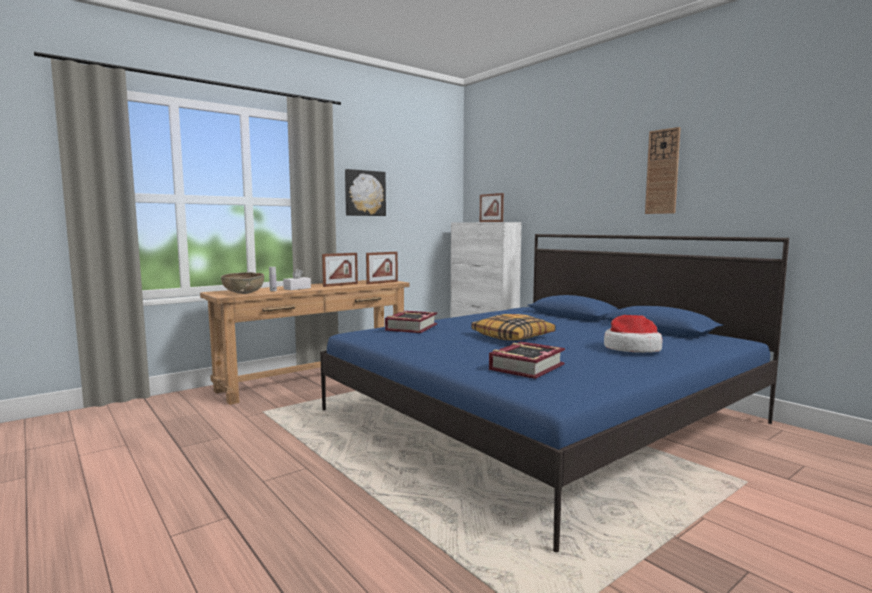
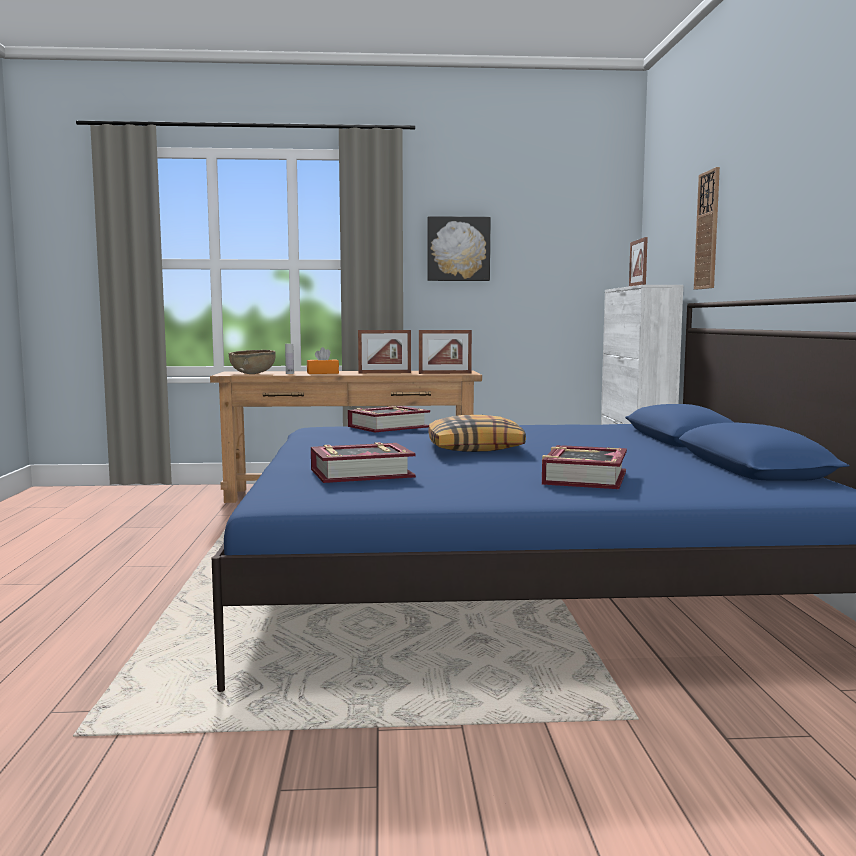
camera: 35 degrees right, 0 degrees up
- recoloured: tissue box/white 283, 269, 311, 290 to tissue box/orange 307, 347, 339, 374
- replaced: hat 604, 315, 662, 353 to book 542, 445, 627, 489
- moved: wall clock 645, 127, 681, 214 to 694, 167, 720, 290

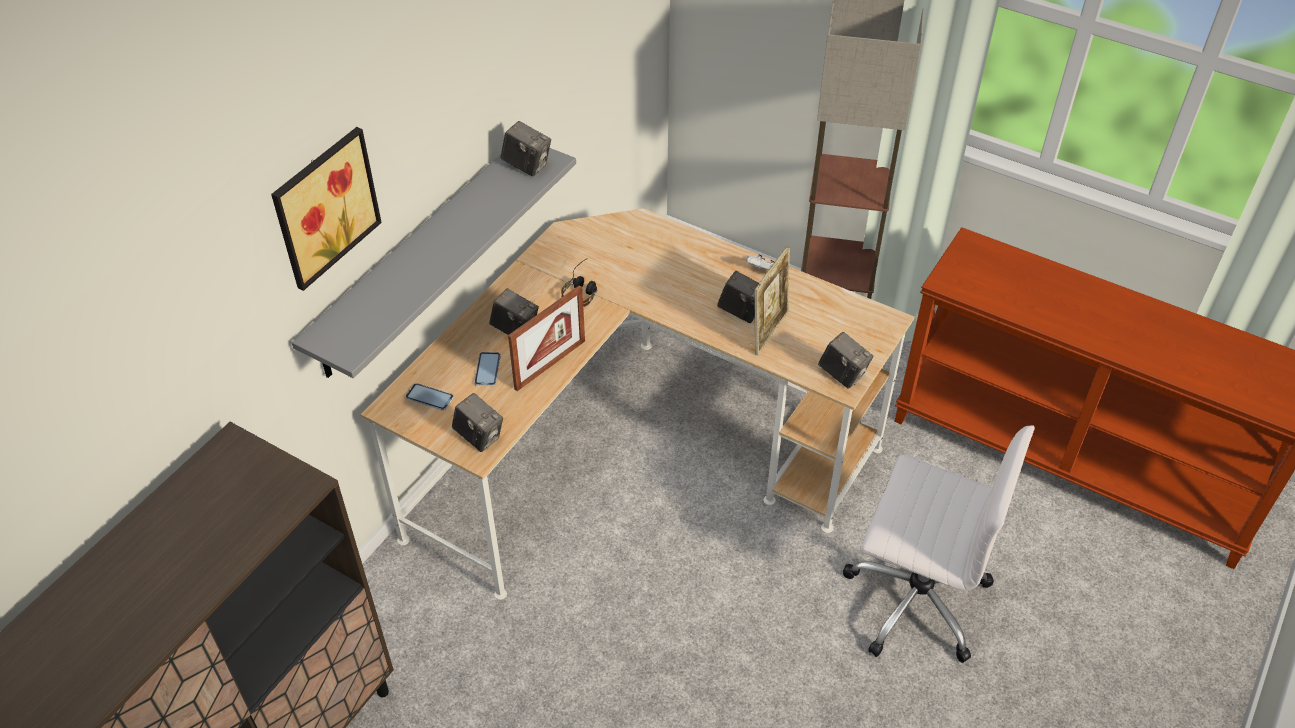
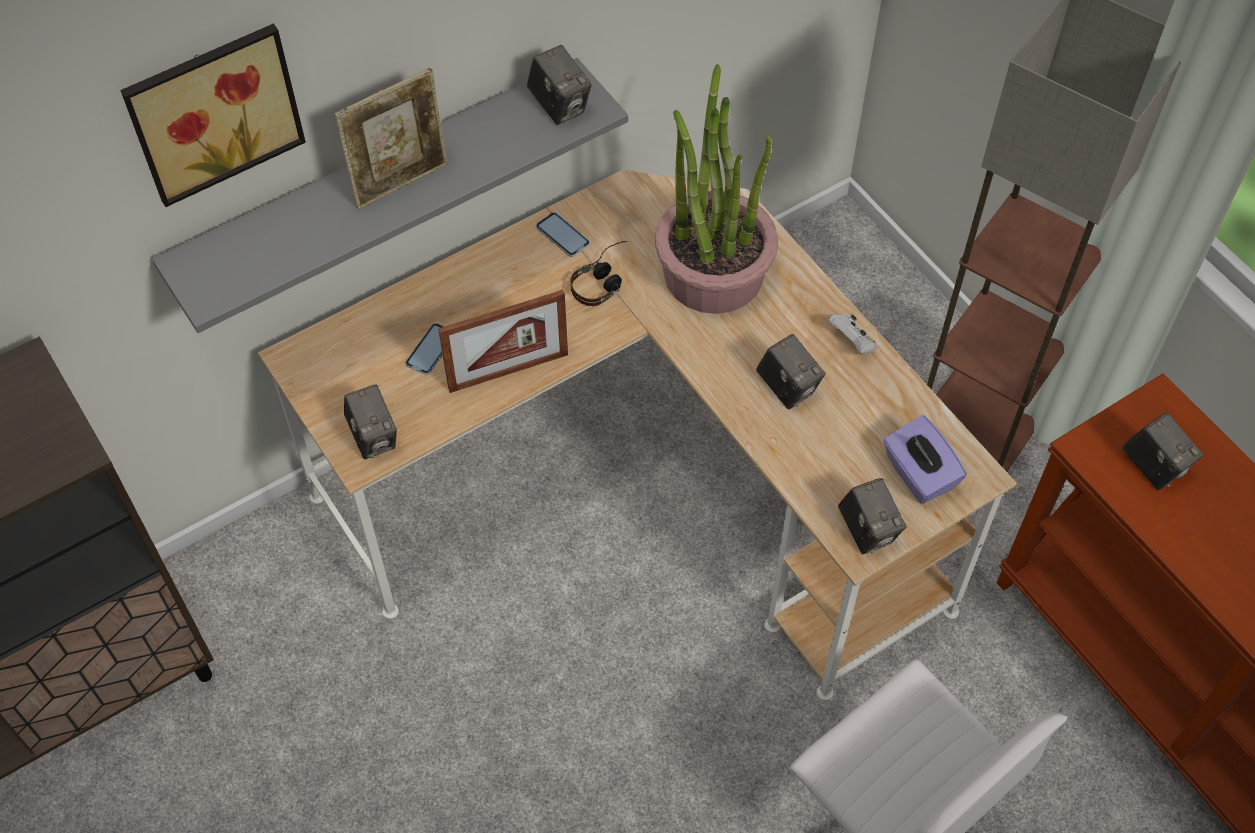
camera: 25 degrees right, 10 degrees up
- moved: picture frame 754, 246, 790, 355 to 334, 68, 448, 210
- moved: phone 405, 383, 454, 411 to 536, 212, 590, 257
- added: potted plant 655, 64, 778, 314
- added: tissue box/purple 883, 415, 967, 504
- moved: photo camera 489, 288, 539, 335 to 1122, 413, 1203, 490

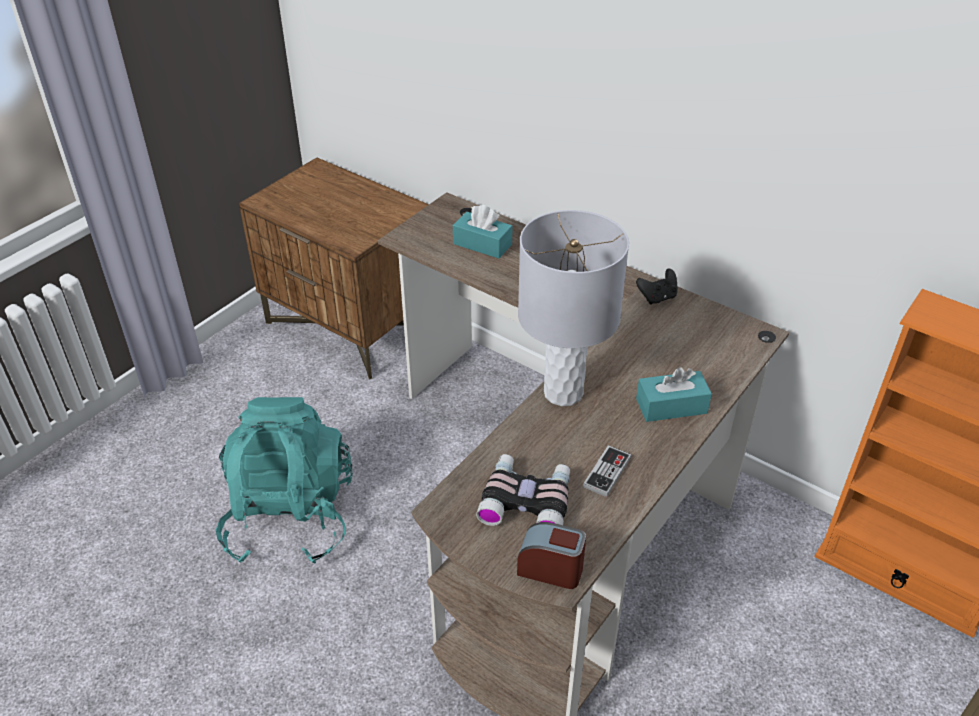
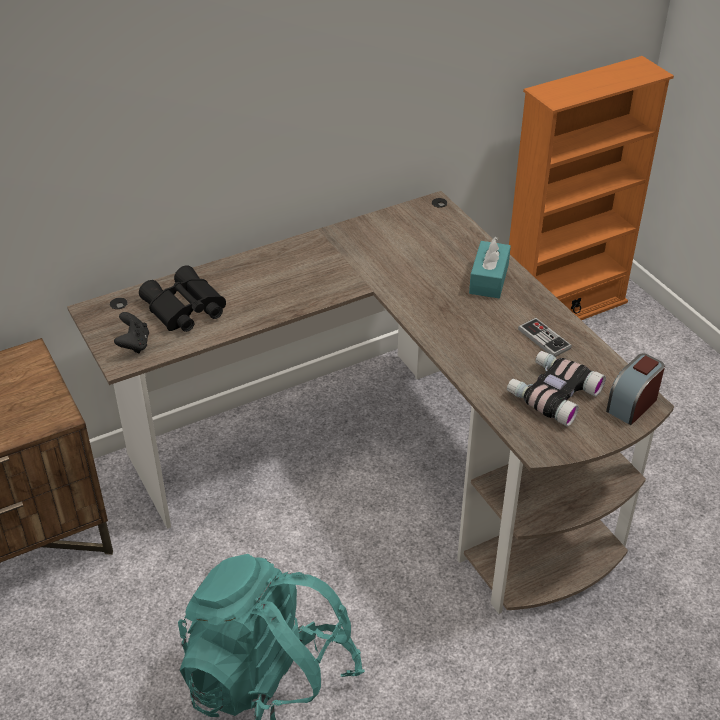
camera: 65 degrees left, 0 degrees up
- moved: game controller/black 636, 268, 677, 305 to 114, 312, 149, 353
- replaced: tissue box/turquoise 453, 205, 513, 258 to binoculars/black 139, 265, 226, 332
- removed: table lamp/grey 518, 210, 629, 406

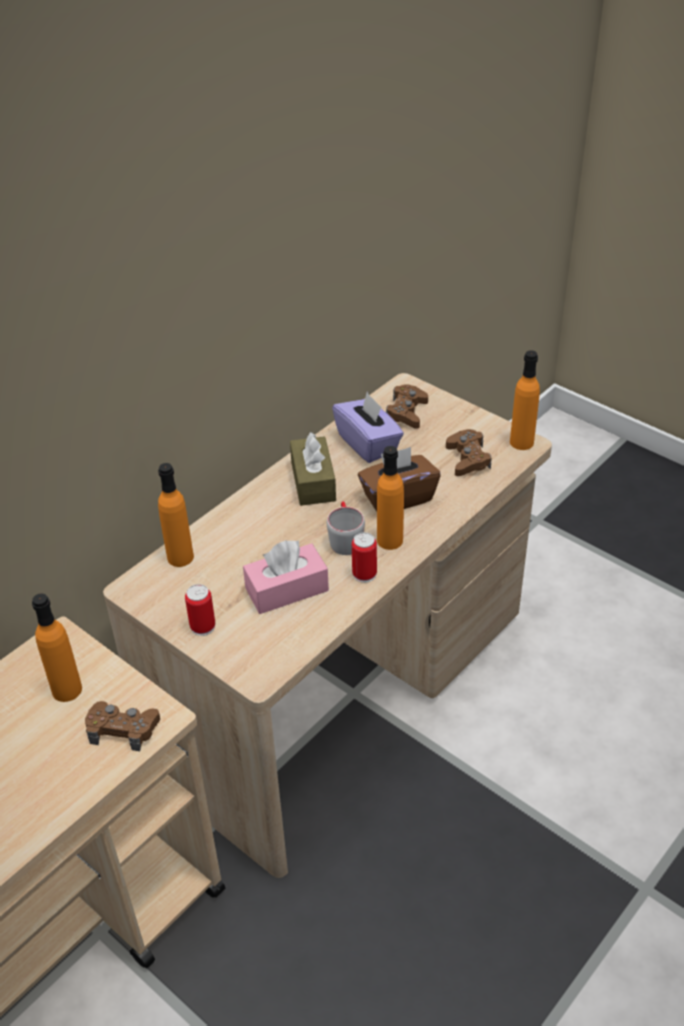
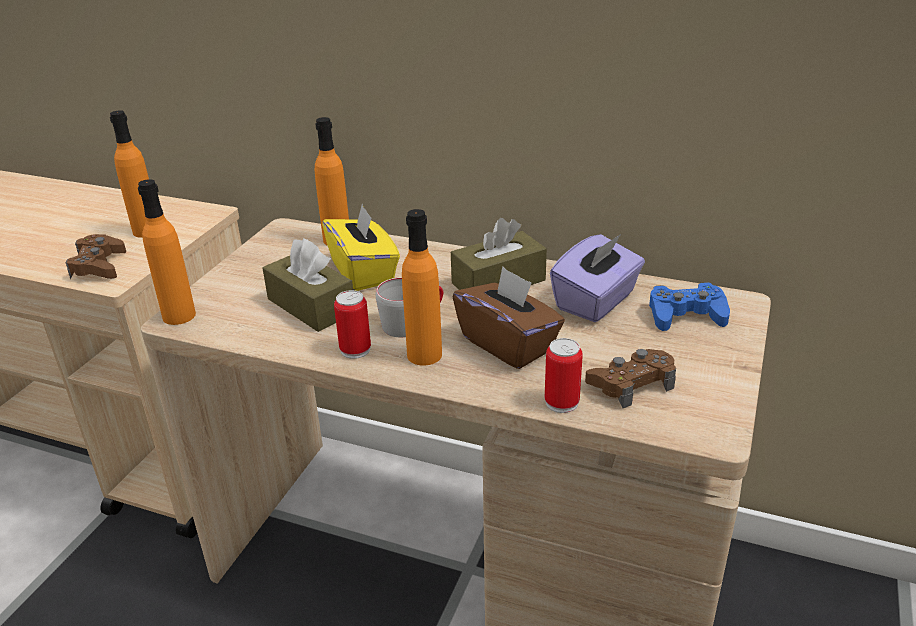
camera: 70 degrees right, 10 degrees down
- moved: bottle/orange 510, 350, 540, 450 to 138, 179, 196, 325
- recoloured: tissue box/pink 243, 540, 329, 614 to tissue box/brown 263, 238, 353, 332
- added: tissue box/yellow 322, 204, 400, 291
- moved: can 185, 584, 215, 636 to 545, 338, 583, 413
- recoloured: game controller/brown 386, 384, 428, 429 to game controller/blue 649, 282, 730, 331

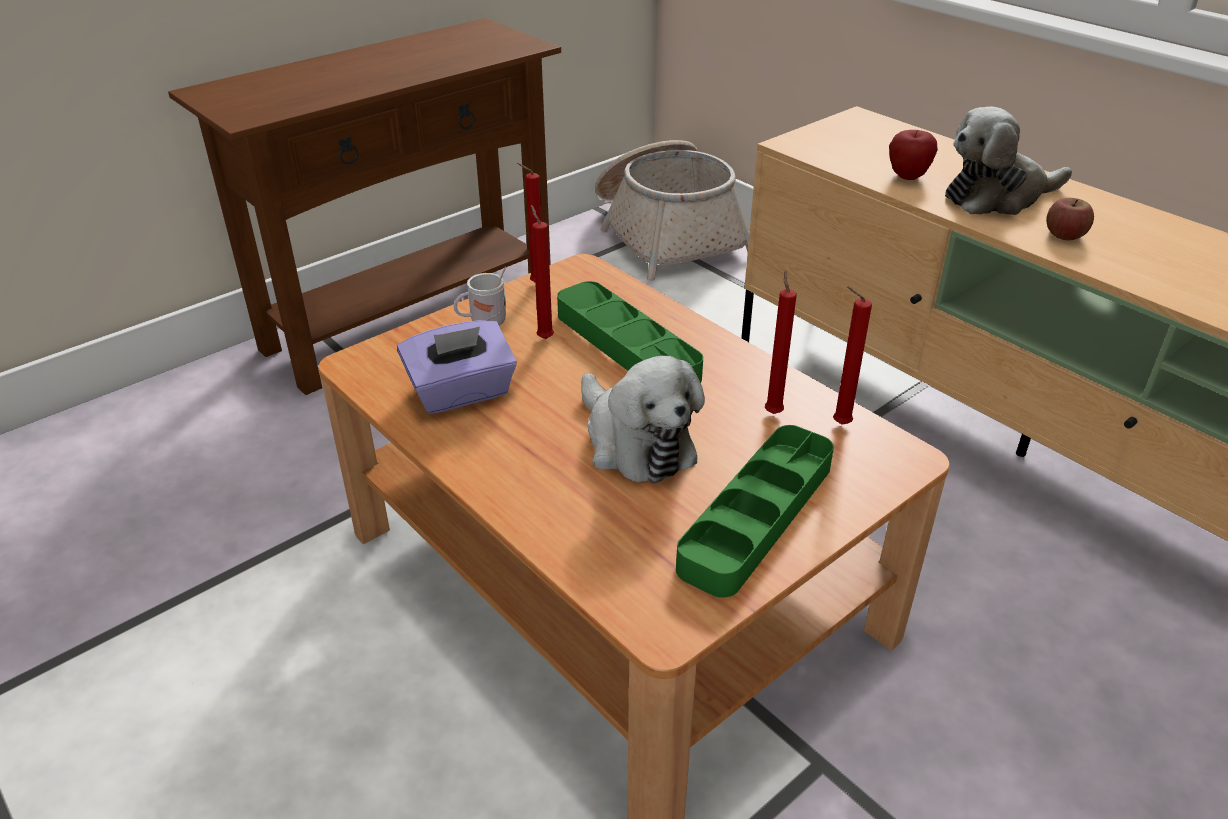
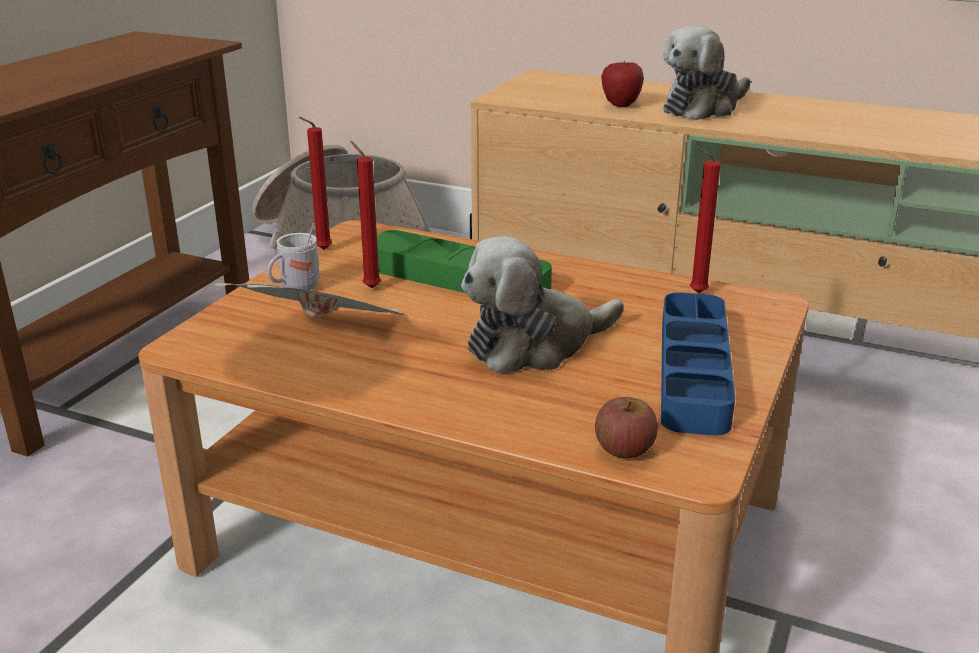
camera: 25 degrees left, 10 degrees down
- replaced: tissue box/purple 397, 320, 517, 414 to newspaper 214, 283, 407, 318
- turned: plush toy 581, 356, 705, 484 = 461, 236, 624, 374 120 degrees clockwise
- moved: apple 1046, 198, 1094, 240 to 595, 397, 658, 459
- recoloured: tray/green 676, 425, 834, 598 to tray/blue 661, 292, 735, 436
- removed: candle/red 765, 270, 797, 414

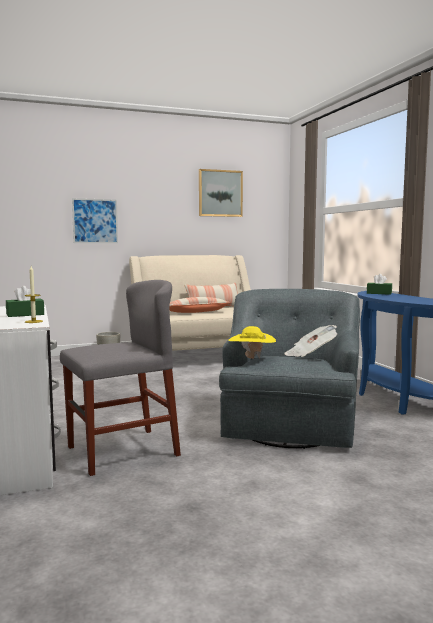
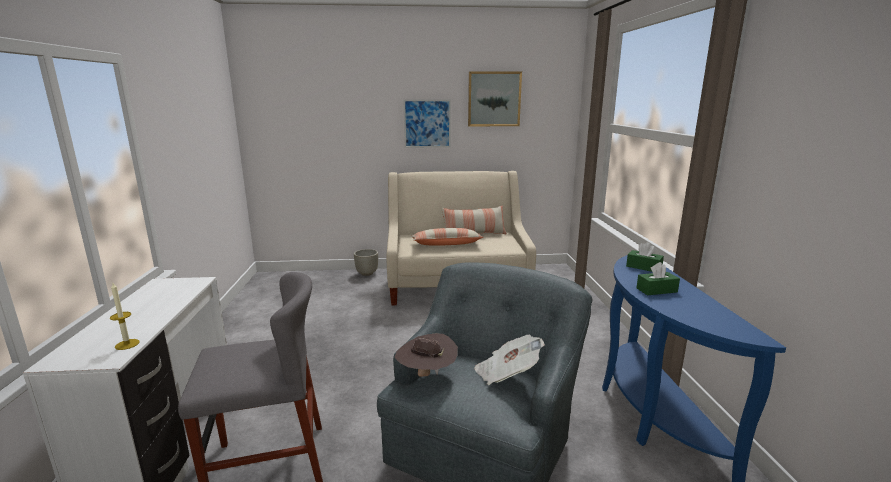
camera: 15 degrees right, 10 degrees up
- recoloured: hat/yellow 228, 326, 276, 359 to hat/brown 395, 334, 458, 377
- moved: picture 72, 198, 118, 243 to 403, 100, 451, 148
- moved: tissue box/green 6, 286, 44, 317 to 636, 262, 680, 295

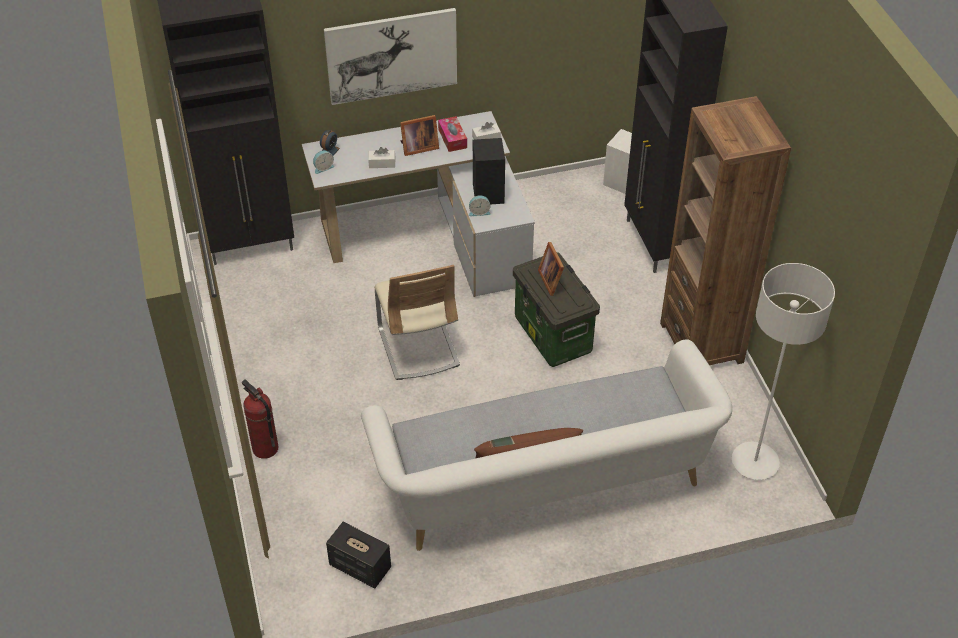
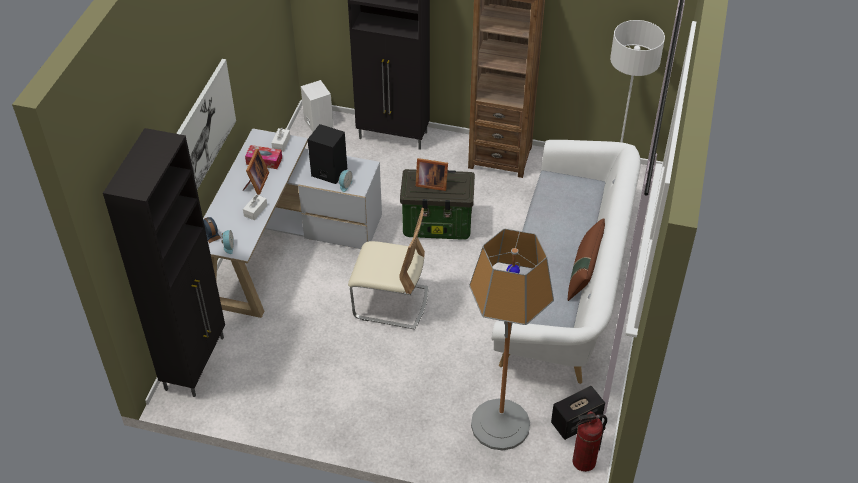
camera: 60 degrees left, 0 degrees up
- added: floor lamp 469, 229, 554, 451
- moved: fire extinguisher 242, 380, 278, 459 to 572, 411, 607, 472

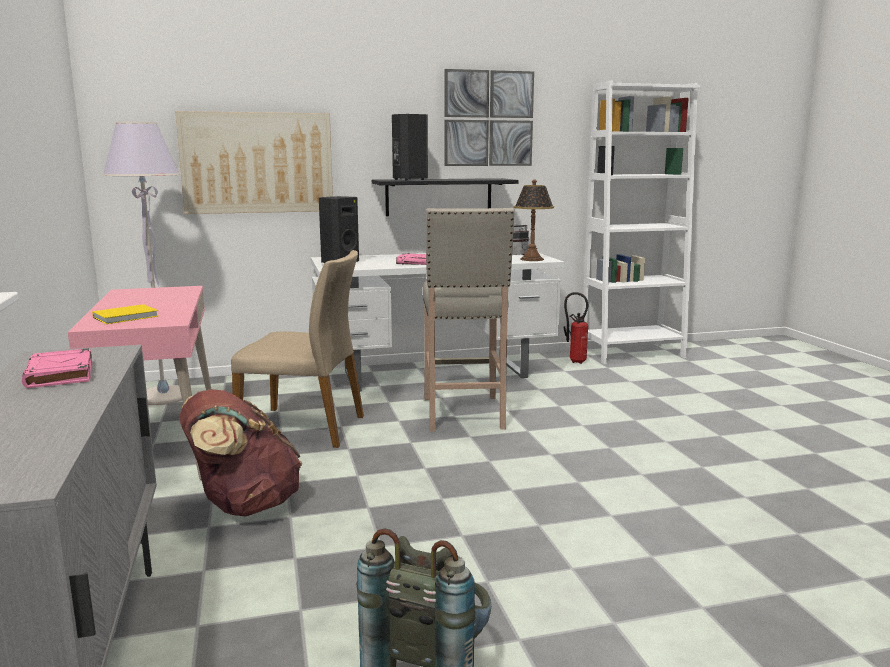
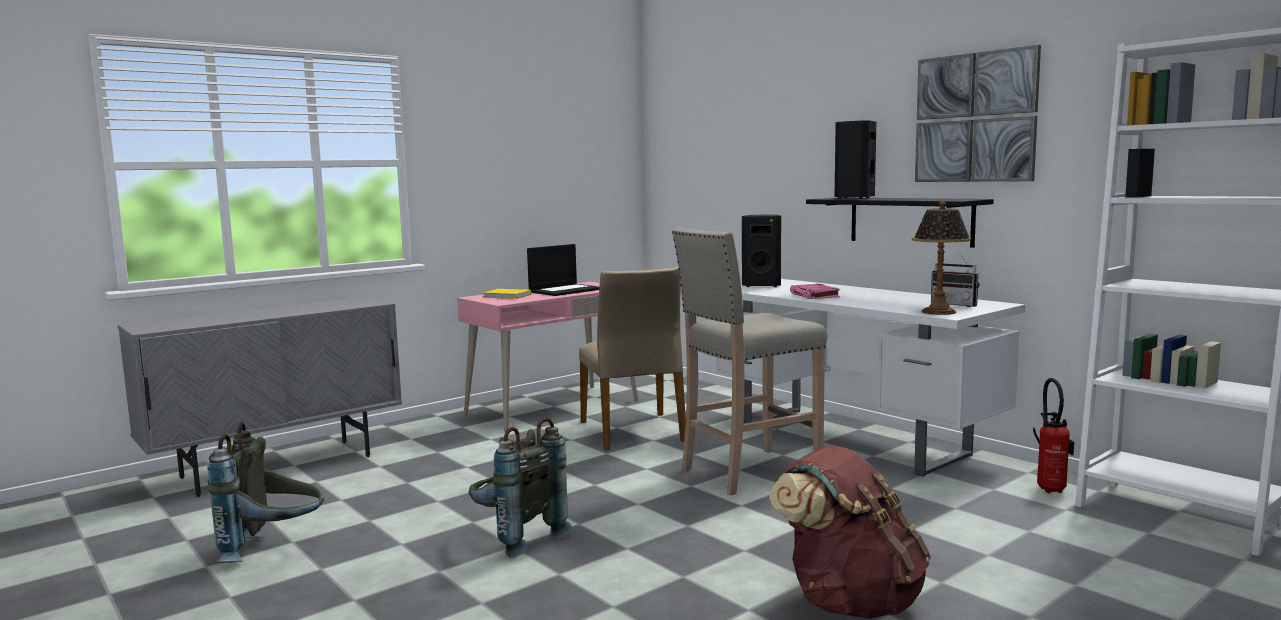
camera: 65 degrees right, 5 degrees down
- added: backpack/grey 468, 418, 572, 558
- added: laptop 527, 244, 599, 296
- moved: backpack/brown 179, 389, 302, 517 to 769, 445, 931, 619
- removed: book/pink 22, 348, 92, 388
- removed: floor lamp/grey 102, 121, 182, 405
- removed: picture 176, 111, 333, 214

